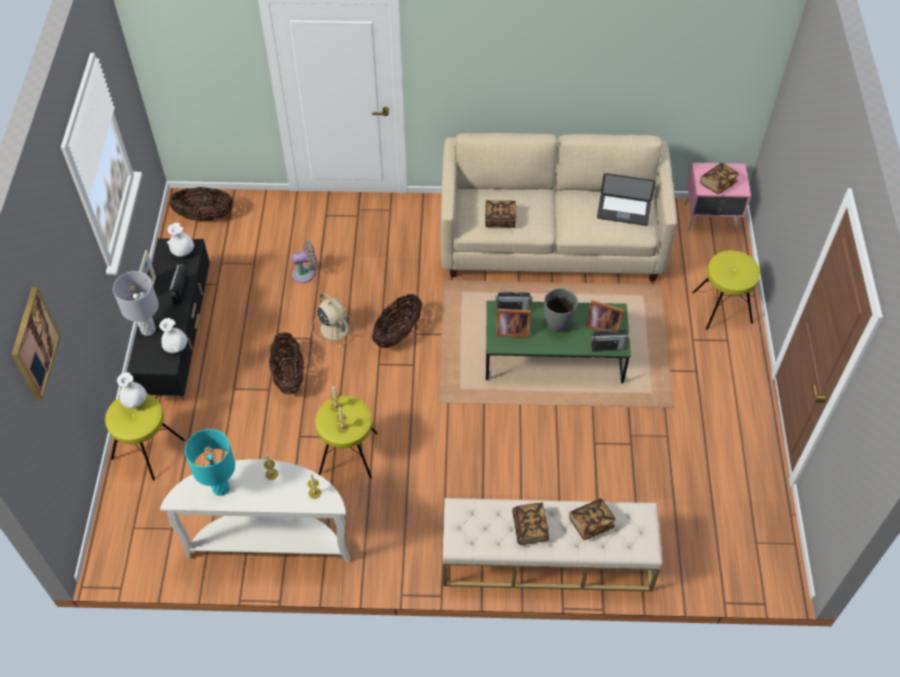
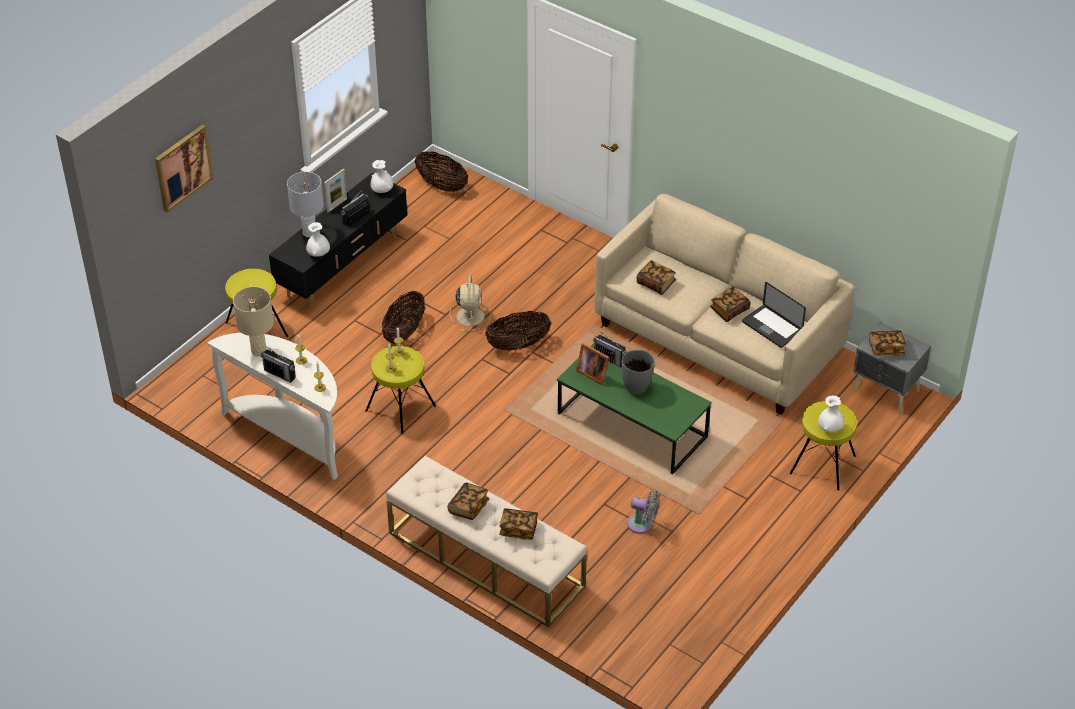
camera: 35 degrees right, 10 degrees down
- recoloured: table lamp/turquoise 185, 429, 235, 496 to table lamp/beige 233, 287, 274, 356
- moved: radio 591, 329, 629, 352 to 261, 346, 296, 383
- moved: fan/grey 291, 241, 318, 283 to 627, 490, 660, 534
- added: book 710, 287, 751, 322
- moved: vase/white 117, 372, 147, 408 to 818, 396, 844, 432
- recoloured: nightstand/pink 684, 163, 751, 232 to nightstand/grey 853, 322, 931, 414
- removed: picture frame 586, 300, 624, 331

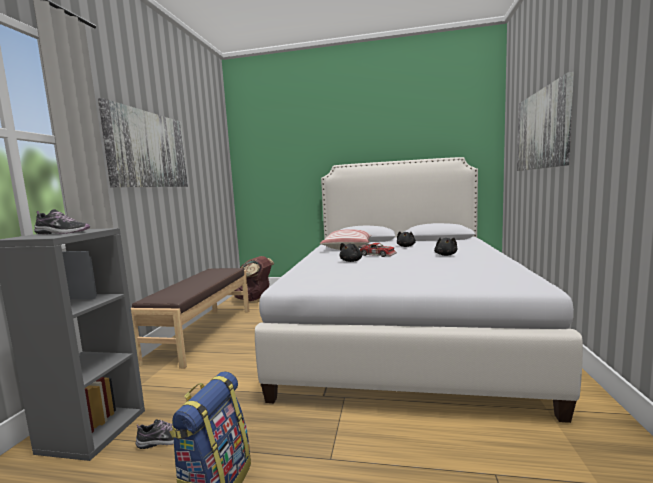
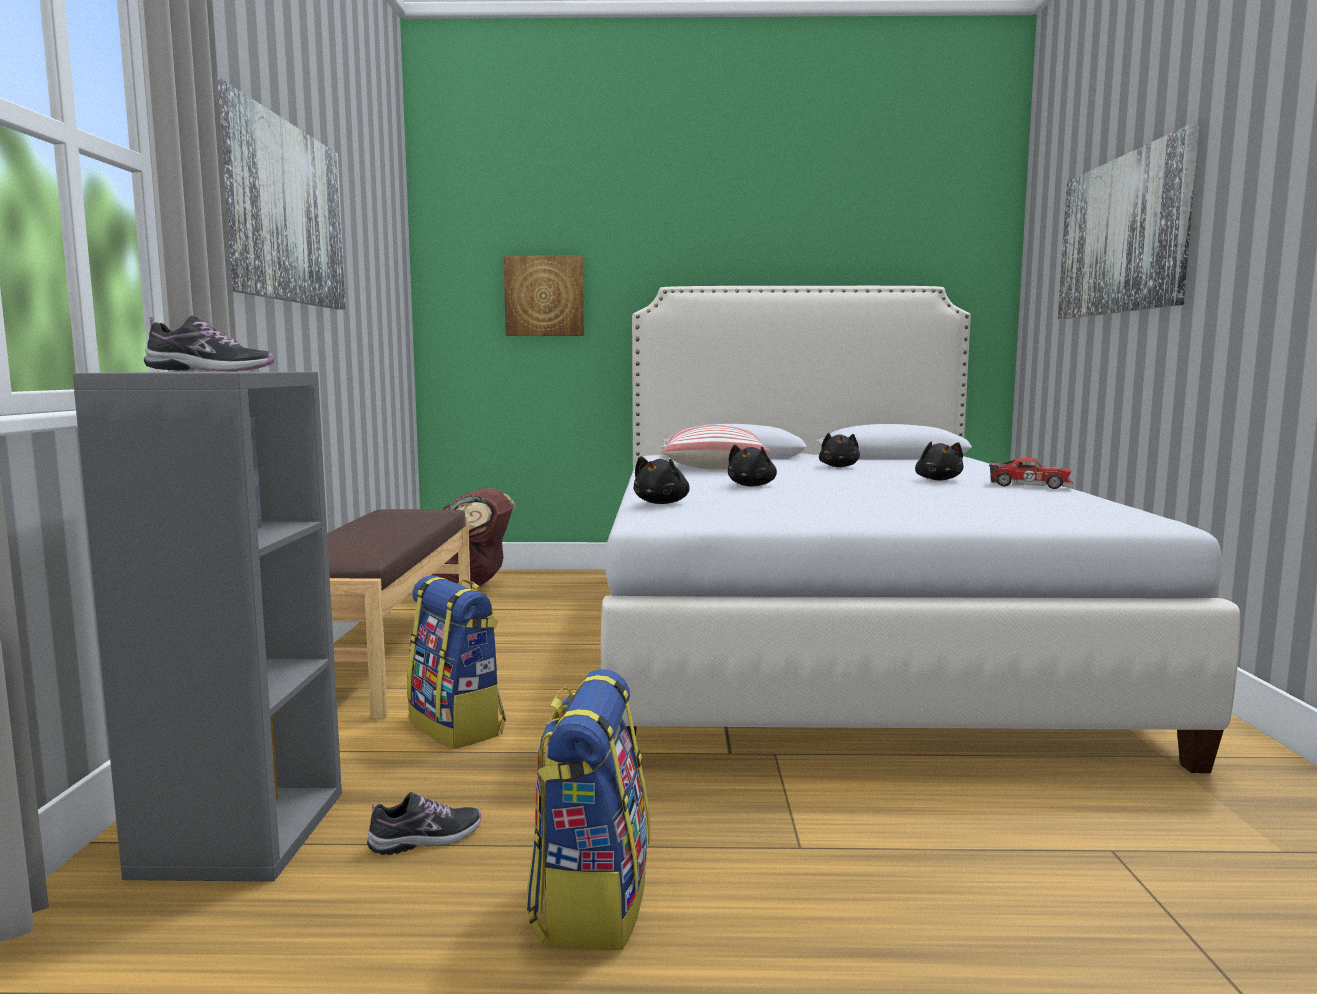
camera: 10 degrees left, 0 degrees up
- added: backpack 407, 575, 506, 749
- added: picture 503, 256, 584, 336
- added: plush toy/black 633, 456, 690, 504
- moved: toy car 358, 243, 397, 257 to 989, 458, 1074, 489

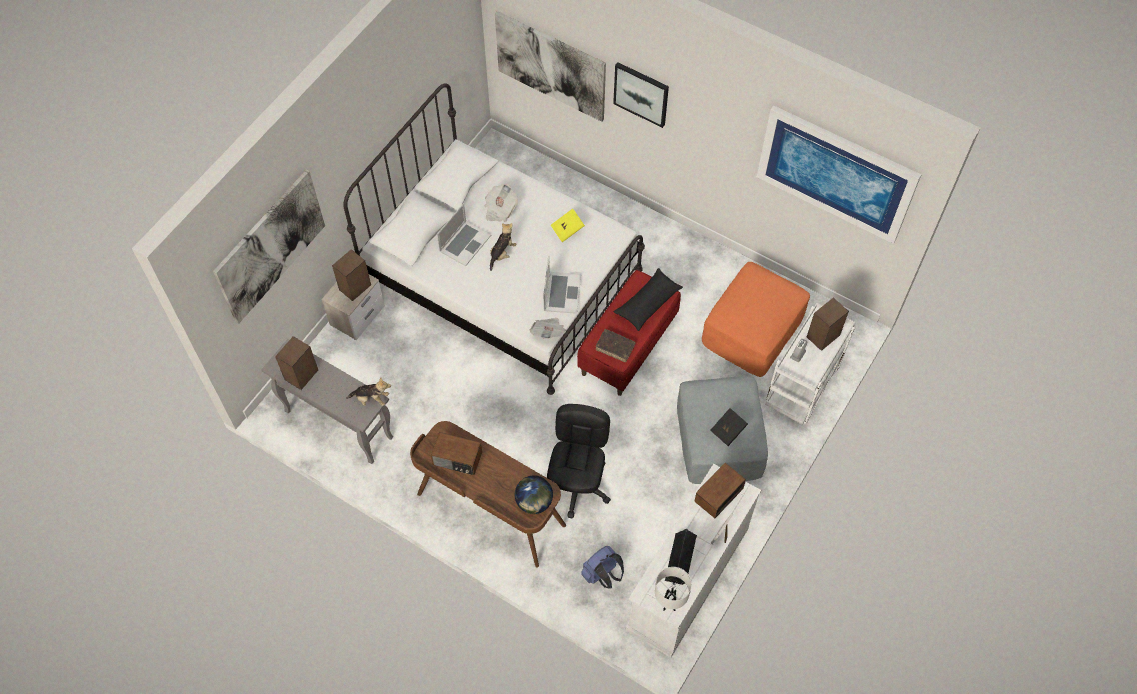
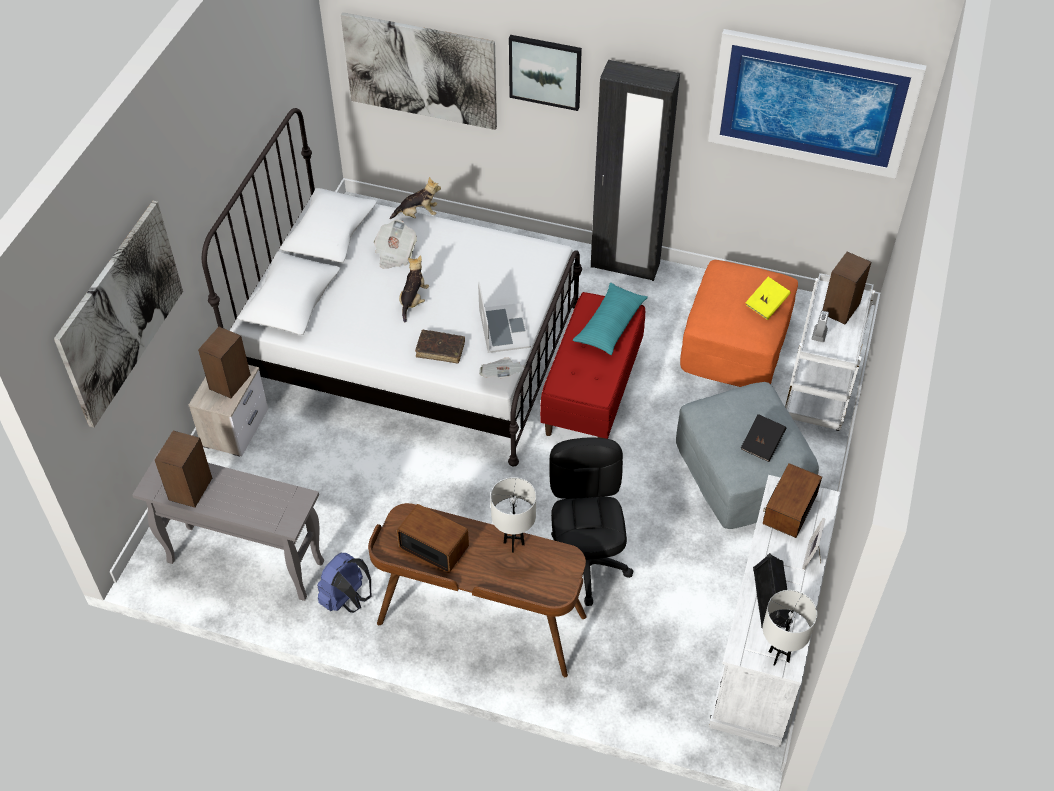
camera: 15 degrees left, 10 degrees down
- moved: backpack/blue 581, 546, 624, 589 to 317, 553, 372, 613
- moved: plush toy 346, 377, 391, 406 to 390, 177, 441, 219
- turned: radio 431, 432, 482, 475 = 397, 504, 469, 573 150 degrees counterclockwise
- moved: book/brown 595, 329, 636, 362 to 415, 330, 465, 363
- added: table lamp/white 490, 477, 536, 553
- recoloured: pillow/black 614, 268, 683, 331 to pillow/turquoise 573, 283, 648, 355
- added: wardrobe/black 591, 60, 680, 281
- moved: book/yellow 551, 209, 585, 242 to 745, 277, 791, 320
- removed: laptop 437, 203, 491, 266
- removed: globe 515, 475, 553, 514

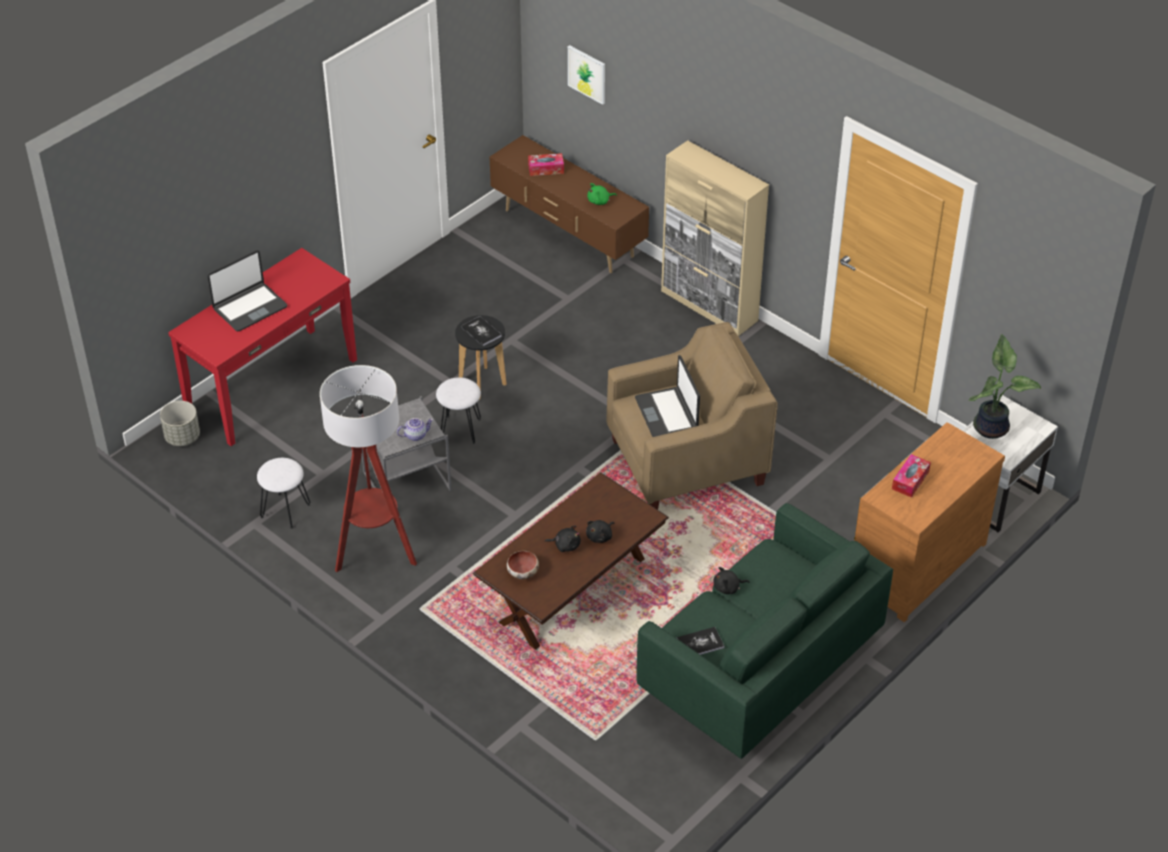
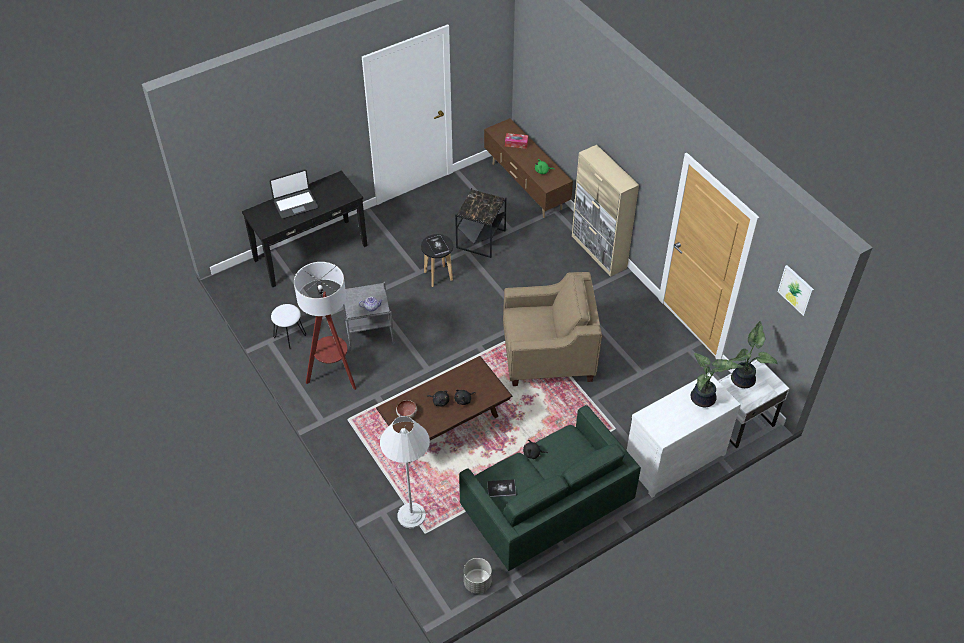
camera: 15 degrees right, 5 degrees up
- recoloured: console table/red 168, 248, 357, 446 to console table/black 242, 171, 368, 287
- added: floor lamp/white 380, 416, 430, 528
- added: side table/black 455, 188, 507, 258
- moved: planter/grey 160, 401, 200, 446 to 464, 558, 492, 594
- recoloured: dresser/brown 854, 422, 1005, 622 to dresser/white 627, 373, 741, 498
- added: potted plant 691, 353, 743, 407
- moved: picture 568, 45, 605, 105 to 778, 265, 814, 316
- removed: stool/white 436, 377, 481, 444
- removed: laptop 635, 355, 700, 437
- removed: tissue box 892, 454, 931, 498

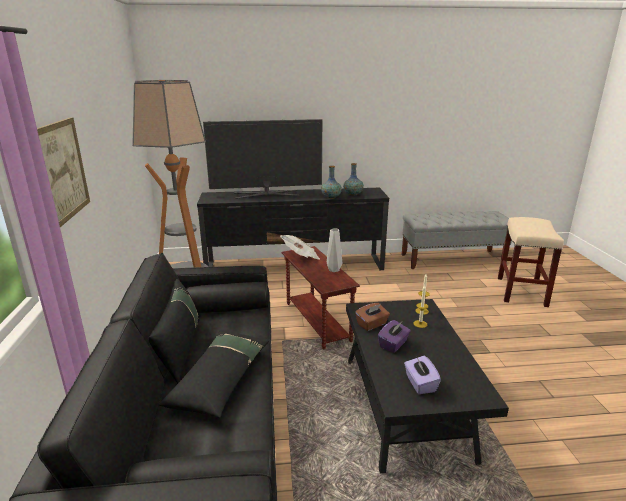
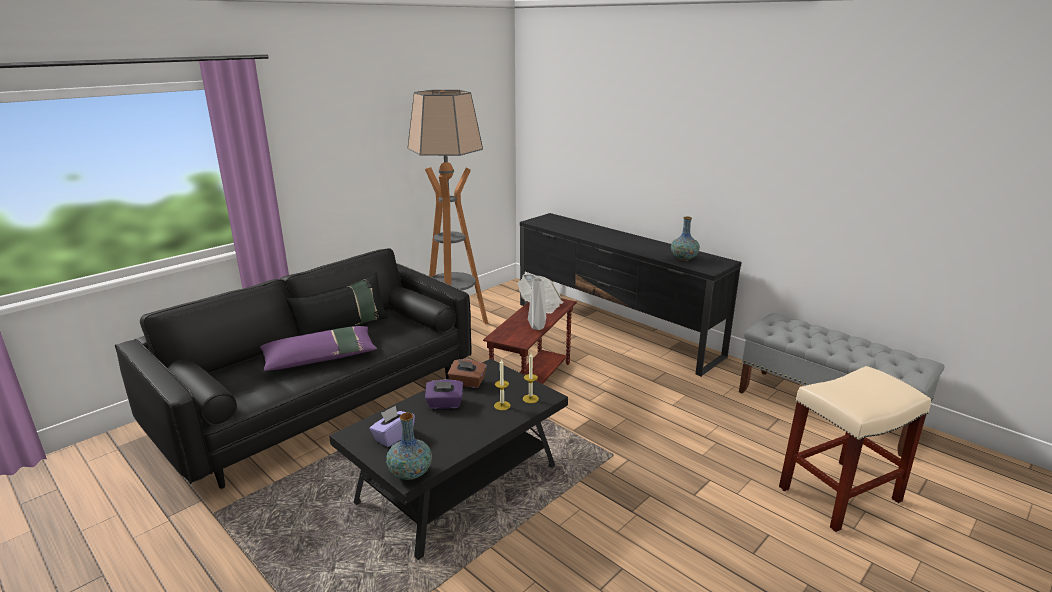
camera: 50 degrees right, 0 degrees up
- recoloured: pillow/black 159, 330, 270, 418 to pillow/purple 260, 326, 377, 371
- moved: vase 321, 166, 342, 199 to 386, 413, 432, 480
- removed: picture 37, 117, 90, 227
- removed: television 203, 119, 322, 199

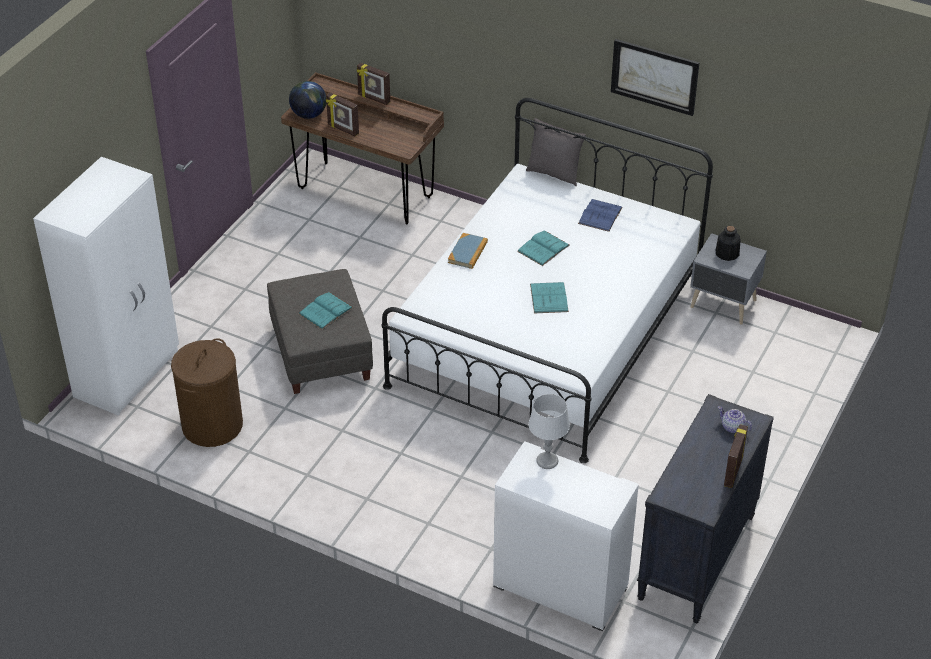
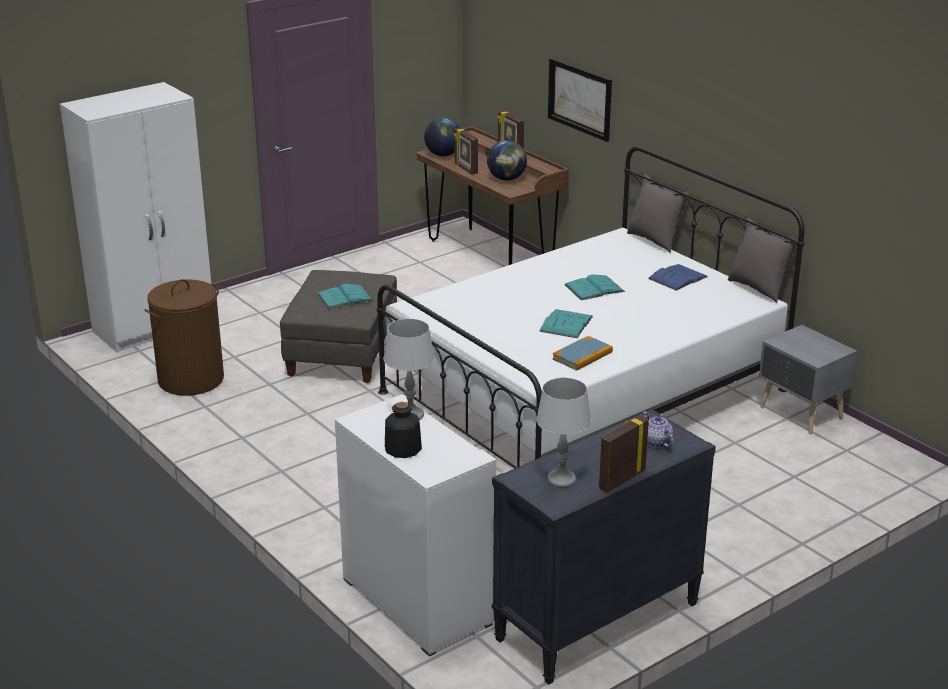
camera: 25 degrees right, 15 degrees down
- moved: bottle 716, 226, 741, 261 to 385, 402, 422, 458
- added: globe 487, 140, 527, 181
- added: table lamp/grey 536, 378, 591, 488
- moved: picture 611, 39, 699, 116 to 548, 58, 612, 142
- moved: book 448, 233, 488, 269 to 553, 336, 613, 371
- added: pillow/grey 728, 218, 798, 303

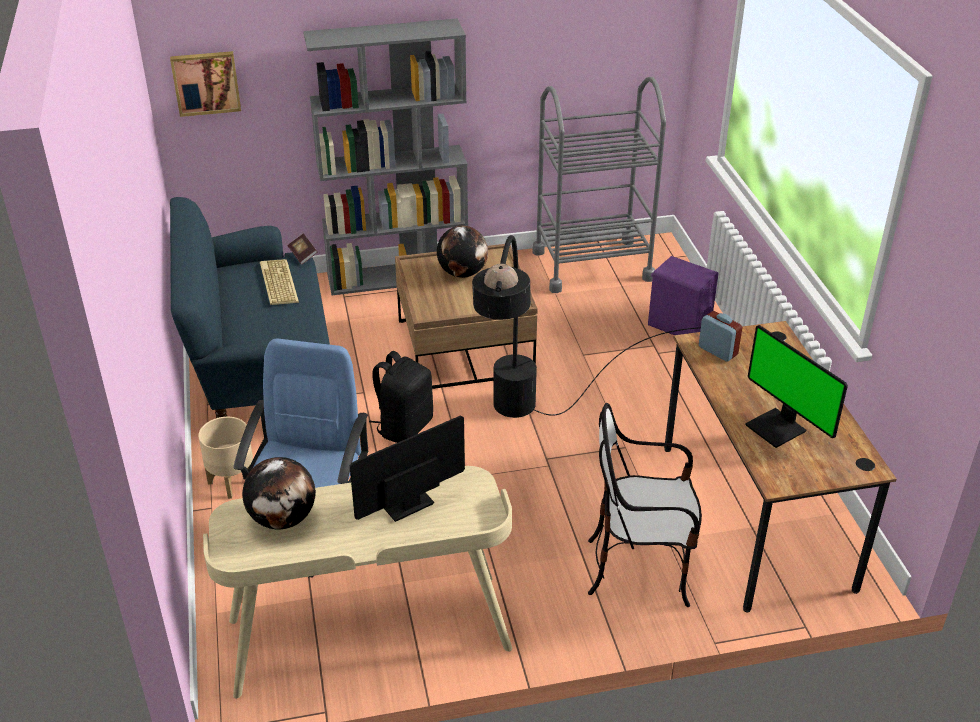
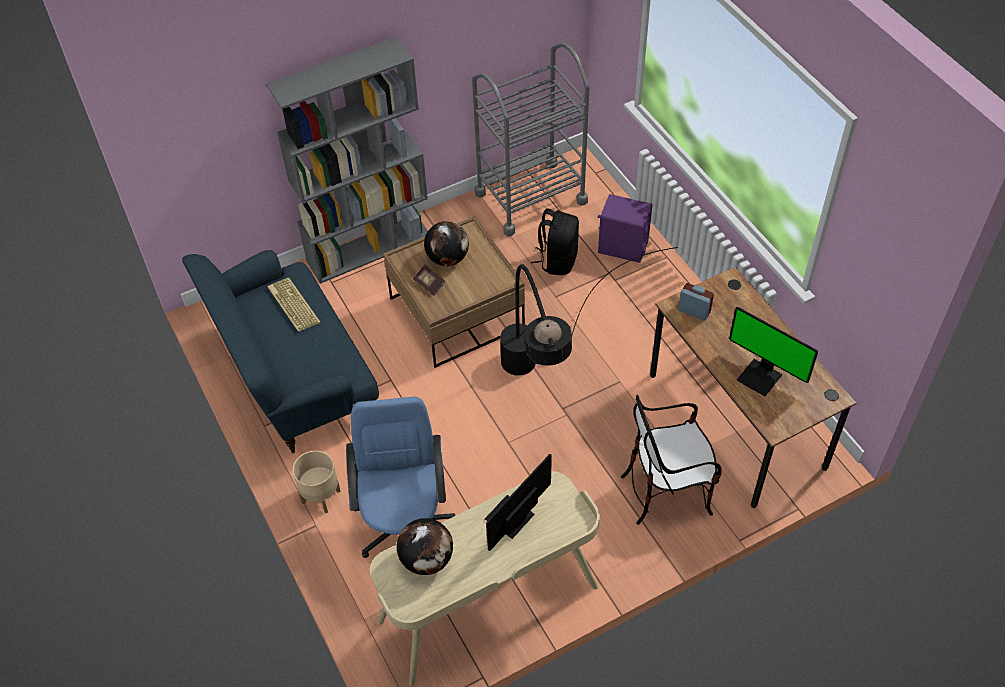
camera: 15 degrees left, 15 degrees up
- moved: book 288, 233, 317, 265 to 413, 264, 446, 296
- moved: backpack/black 369, 351, 433, 443 to 531, 208, 579, 275
- removed: picture 170, 51, 241, 117

